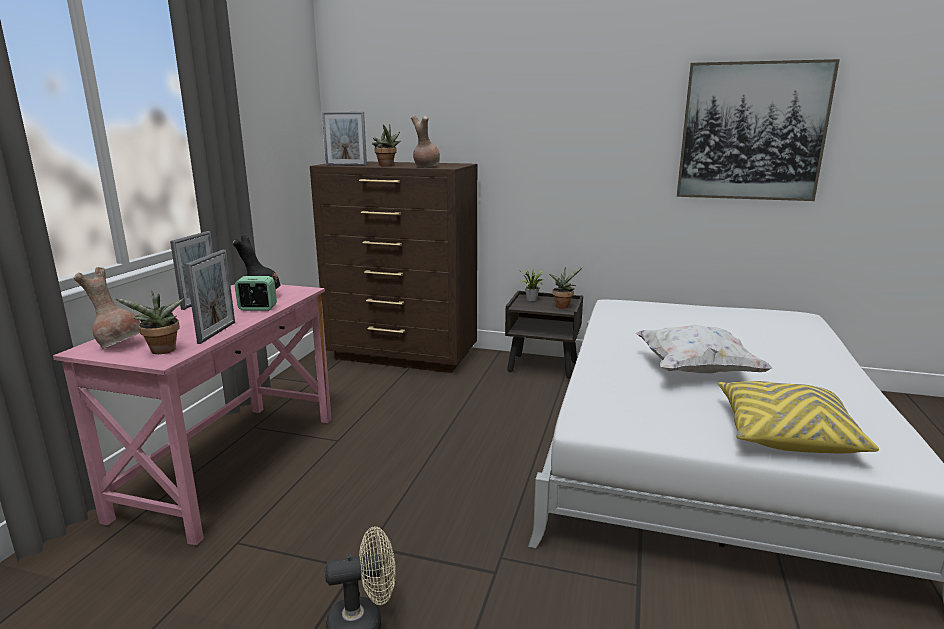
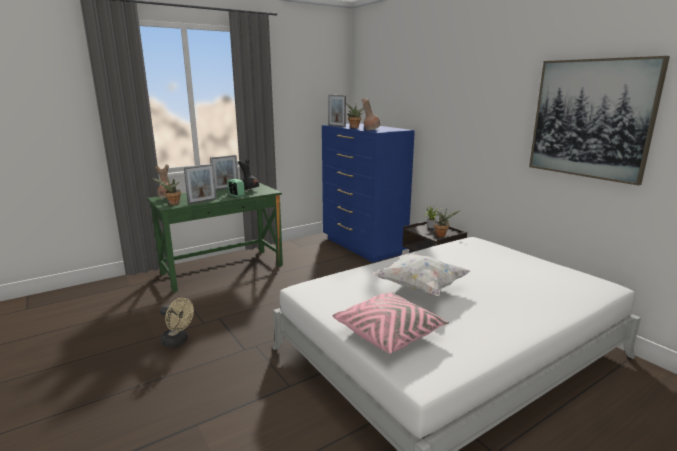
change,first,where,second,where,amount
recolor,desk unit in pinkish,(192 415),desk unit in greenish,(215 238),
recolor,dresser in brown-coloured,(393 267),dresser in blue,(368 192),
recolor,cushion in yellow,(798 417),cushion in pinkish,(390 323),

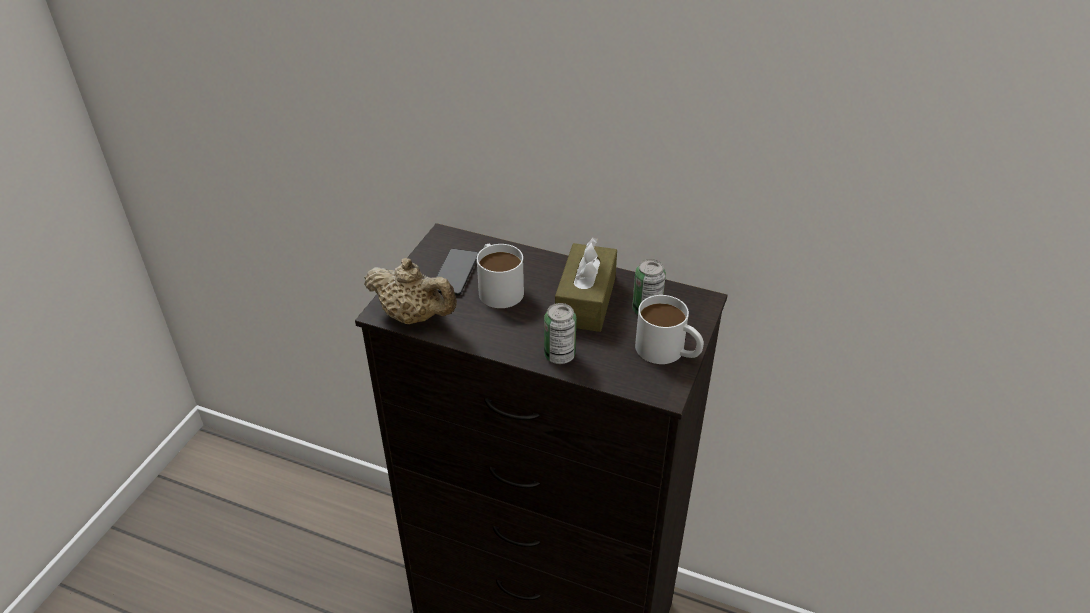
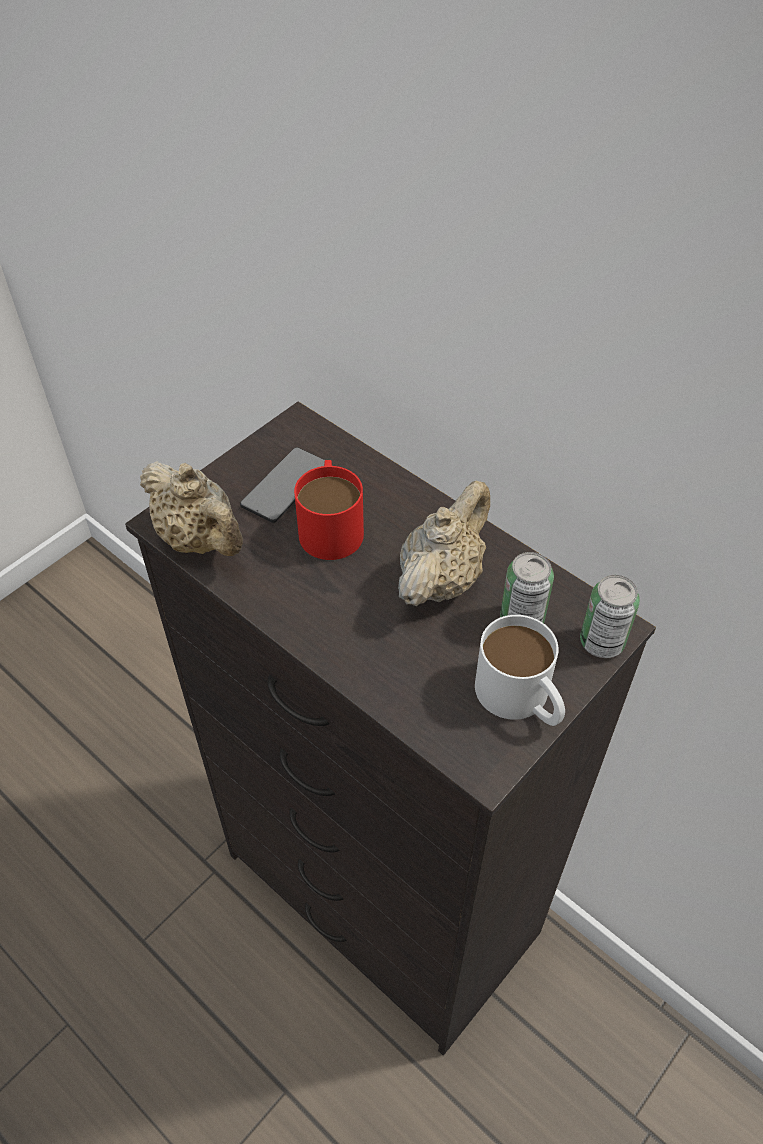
change,first,where,second,where,amount
recolor,coffee mug in white-coloured,(500 276),coffee mug in reddish,(329 510),
replace,tissue box in brown-coloured,(586 285),pot for tea in beige-coloured,(444 543),
move,sealed can,(560 333),,(610 616),

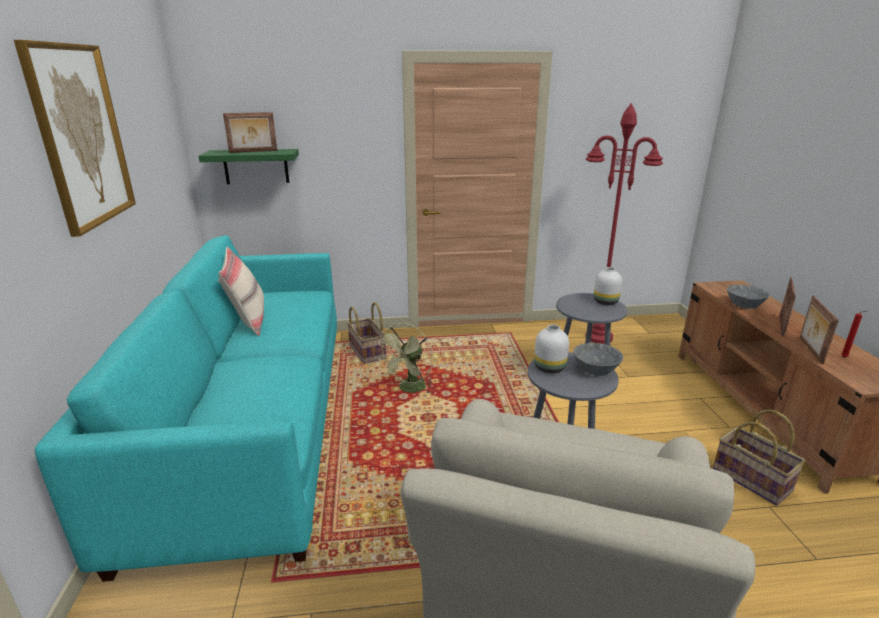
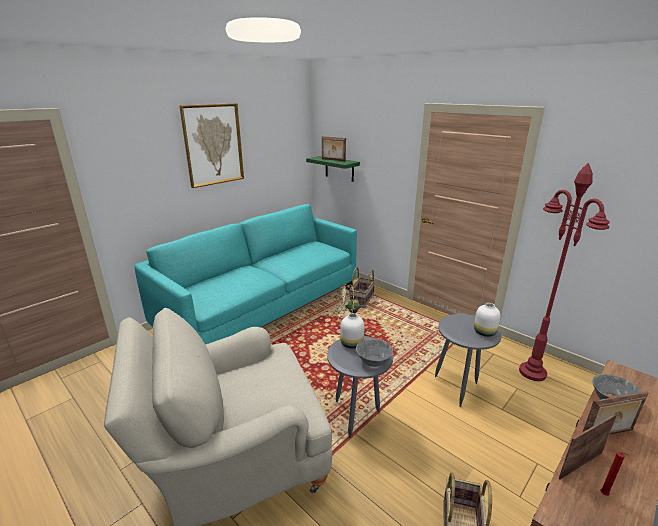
change,first,where,second,where,amount
delete,cushion in beige-coloured,(241 291),,,

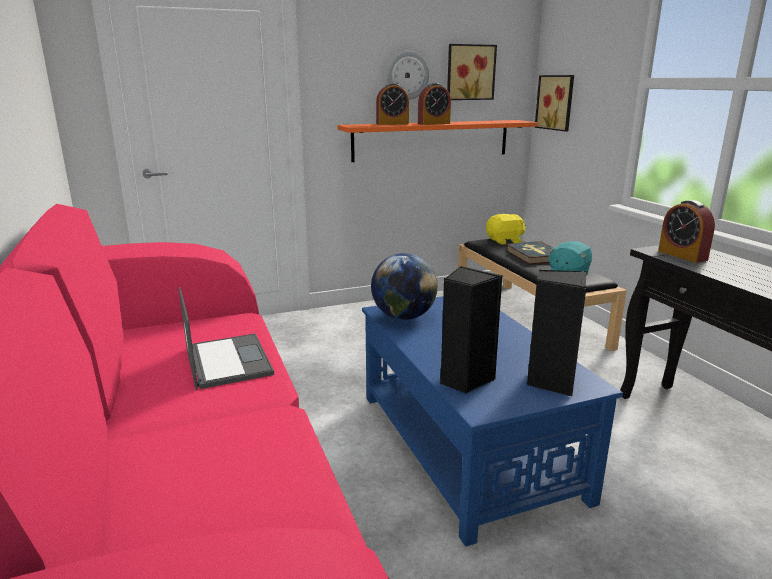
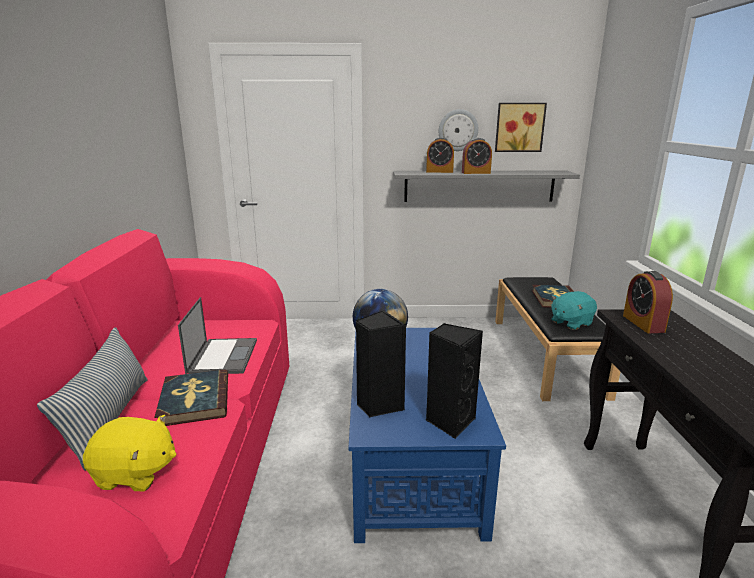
change,first,where,second,where,amount
insert,,,cushion,(92 399),
move,soft toy in yellow,(506 229),,(129 453),
insert,,,volume,(191 397),
recolor,shelf in orangey,(437 141),shelf in greyish,(486 186),
delete,wall art,(554 103),,,

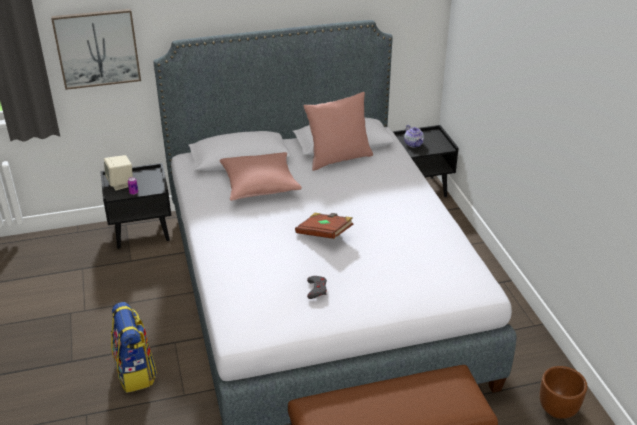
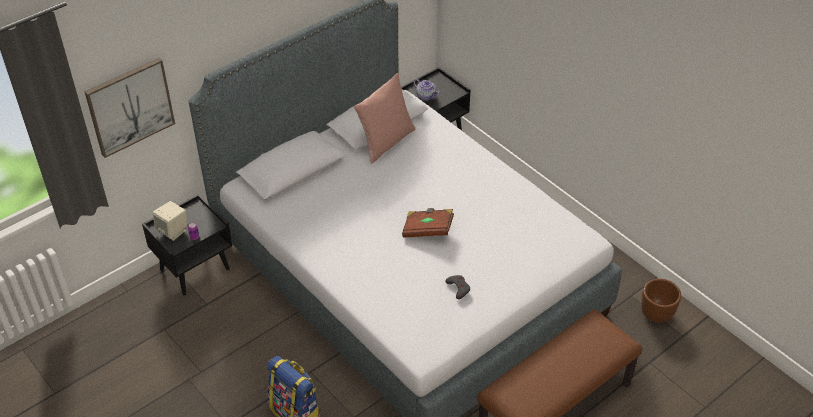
change,first,where,second,where,amount
delete,cushion in pinkish,(260 176),,,

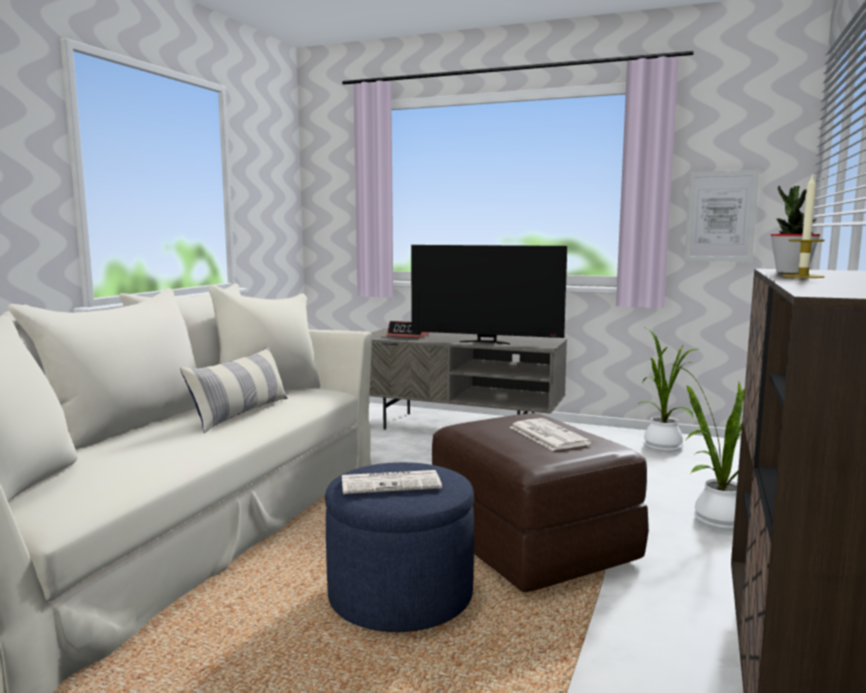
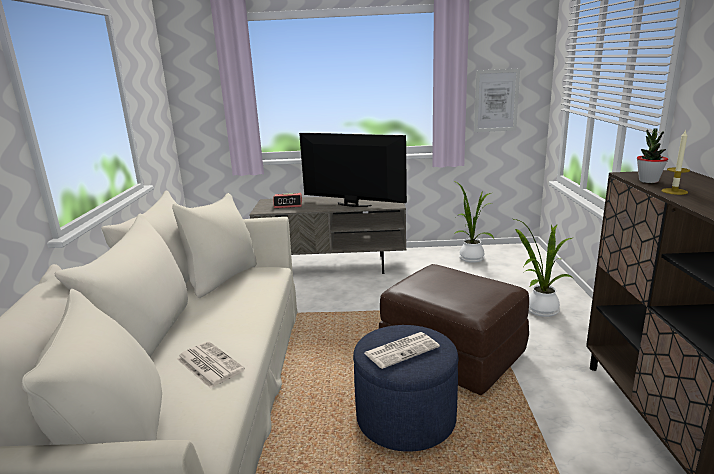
change,first,where,second,where,amount
move,printed paper,(550 434),,(211 364),
rotate,TV,(489 295),,(353 170),150 degrees counterclockwise
delete,cushion,(234 389),,,

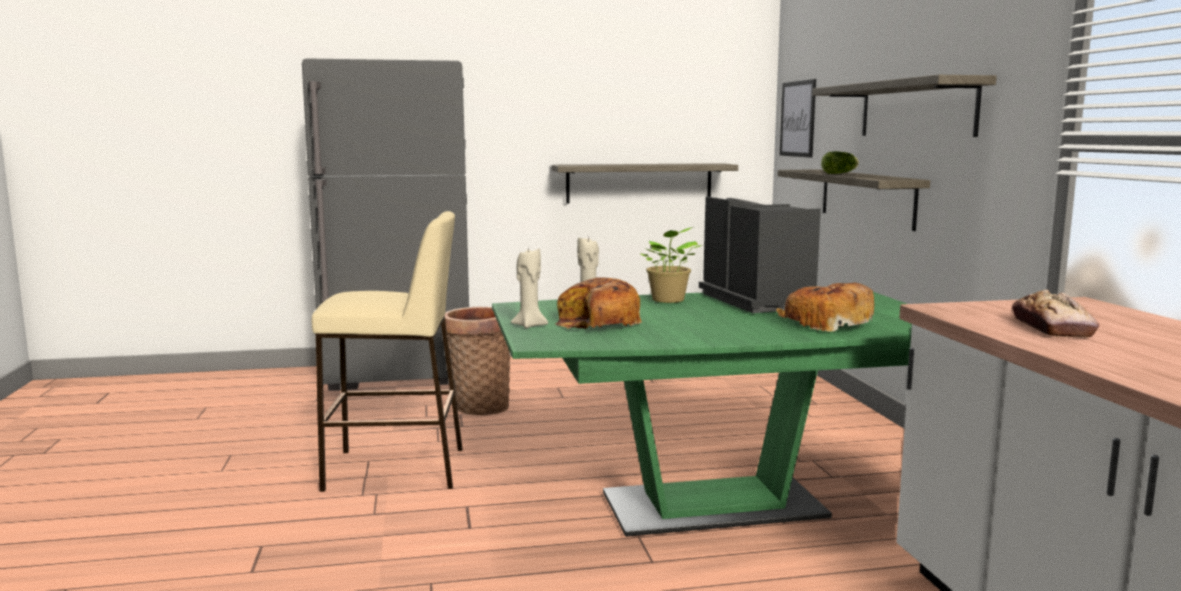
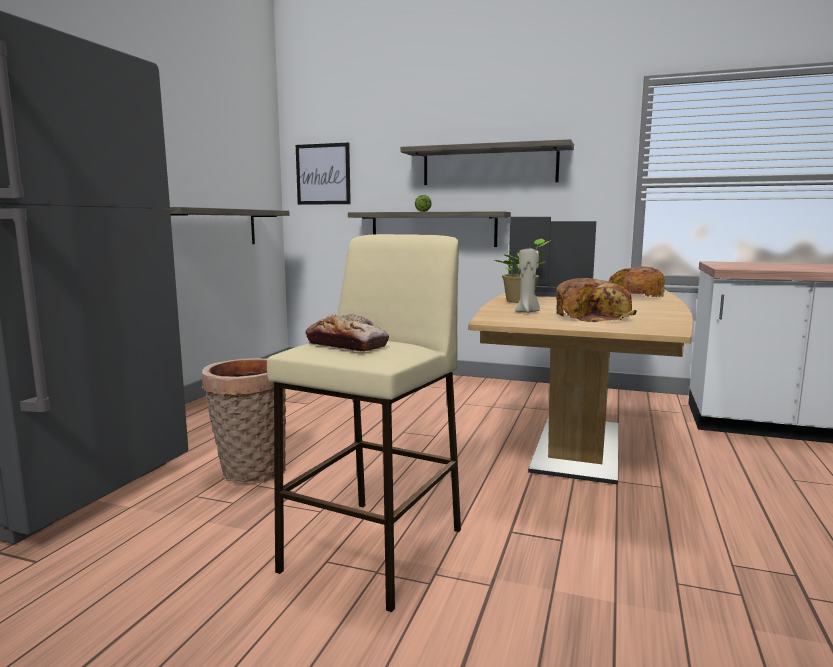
change,first,where,second,where,amount
move,baked bread,(1055 314),,(347 332),
recolor,dining table in greenish,(702 414),dining table in brown-coloured,(580 387),
delete,candle in beige-coloured,(529 288),,,

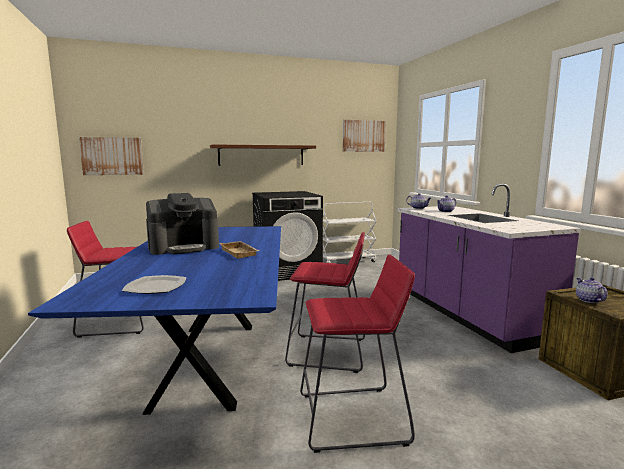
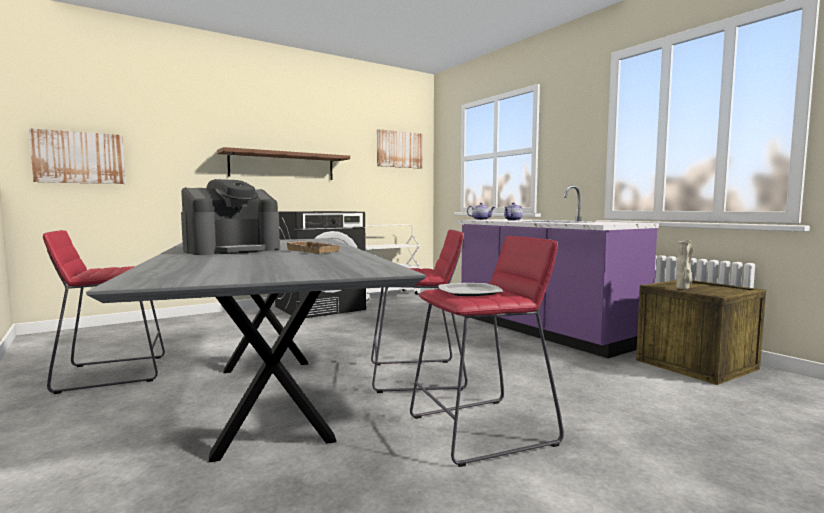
change,first,where,second,where,amount
recolor,dining table in blue,(154 320),dining table in greyish,(256 350),
move,flat dish,(154 284),,(470 289),
replace,pot for tea,(592 290),decorative vase in beige-coloured,(684 264),

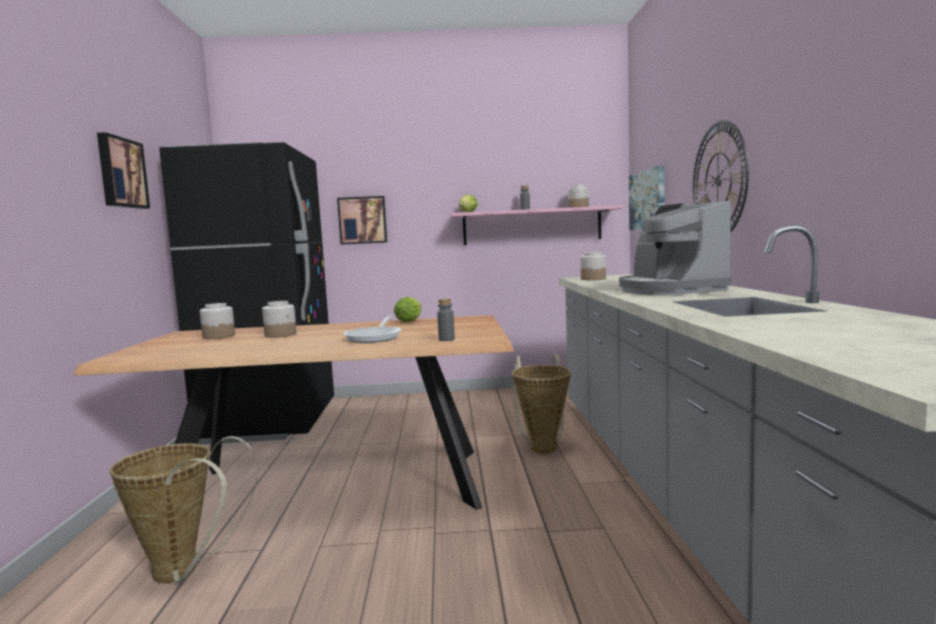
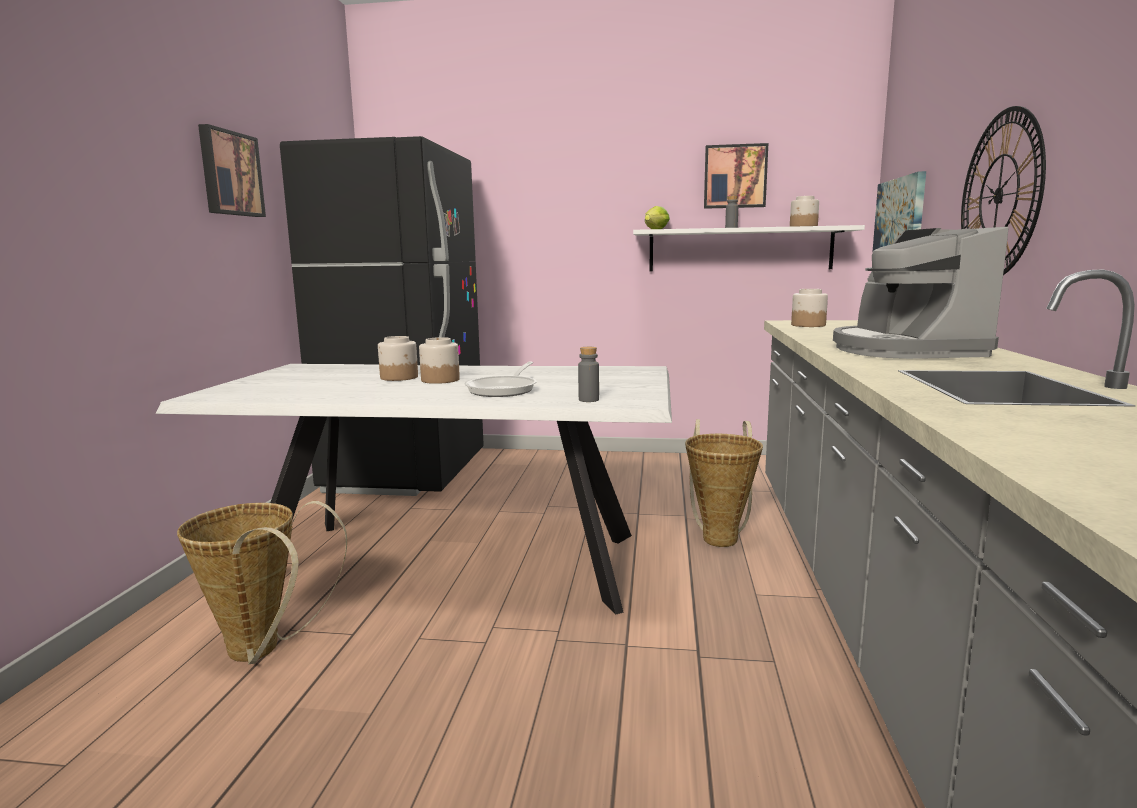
change,first,where,second,where,amount
recolor,dining table in brown-coloured,(293 412),dining table in white-coloured,(414 489),
move,jar,(217 321),,(439 360),
recolor,shelf in pinkish,(537 225),shelf in white-coloured,(749 248),
move,wall art,(362 220),,(736 176),
delete,lettuce head,(407 310),,,

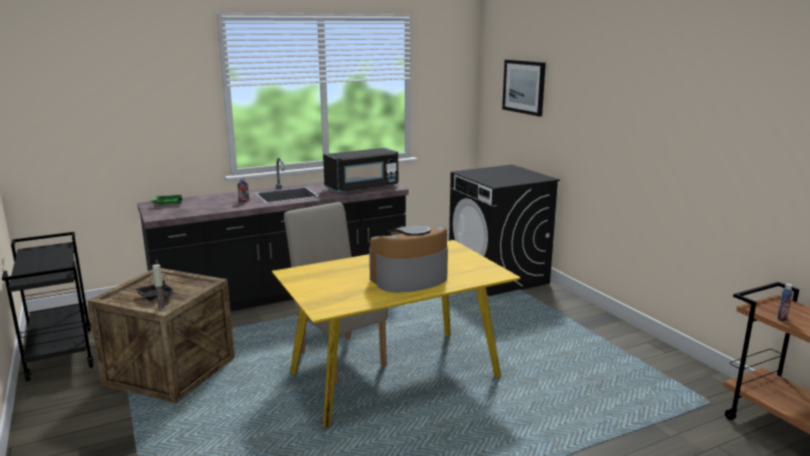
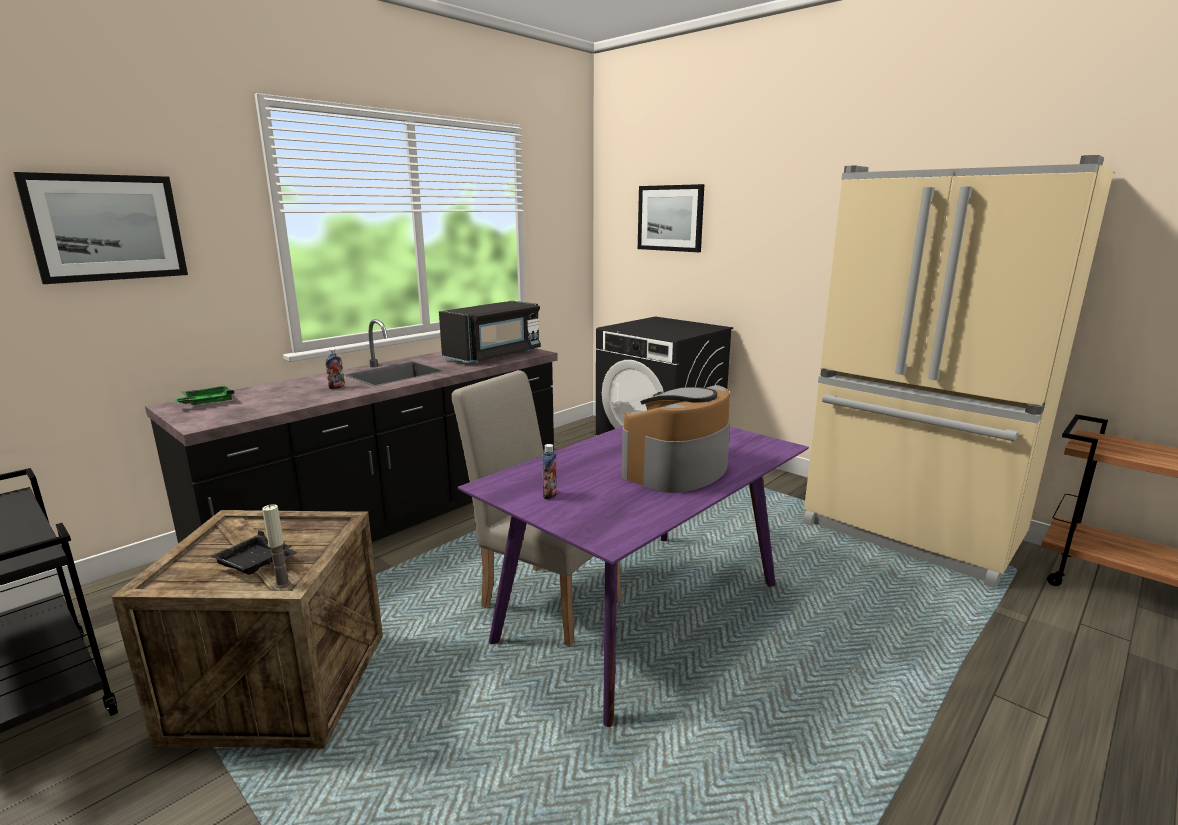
change,first,where,second,where,amount
insert,,,wall art,(100 228),
recolor,dining table in yellow,(396 333),dining table in purplish,(633 576),
move,beverage bottle,(785 302),,(549 471),
insert,,,kitchen fridge in beige-coloured,(958 371),

